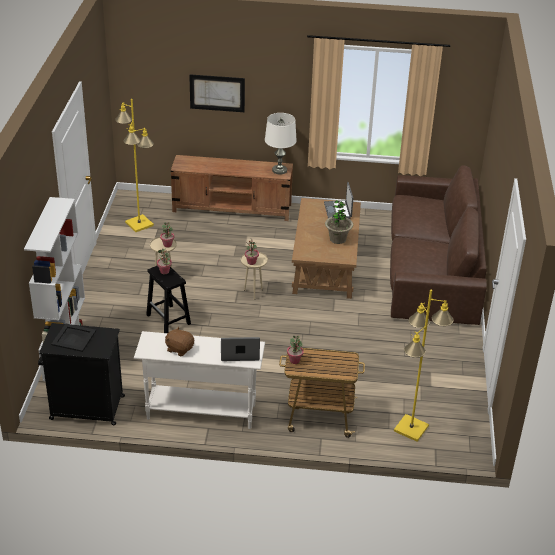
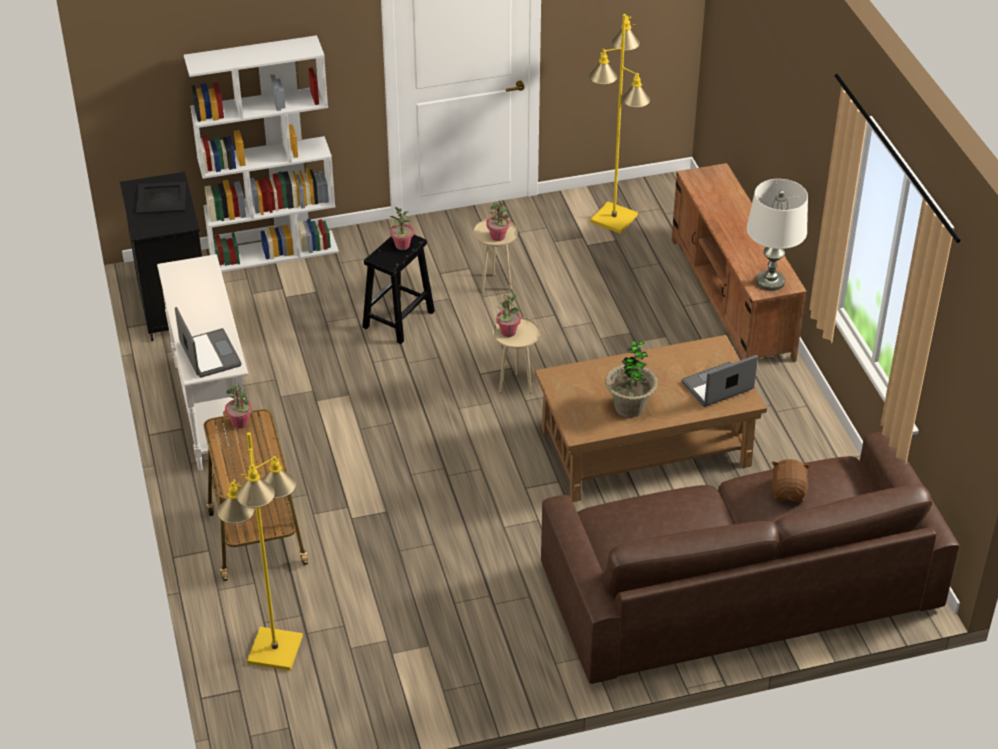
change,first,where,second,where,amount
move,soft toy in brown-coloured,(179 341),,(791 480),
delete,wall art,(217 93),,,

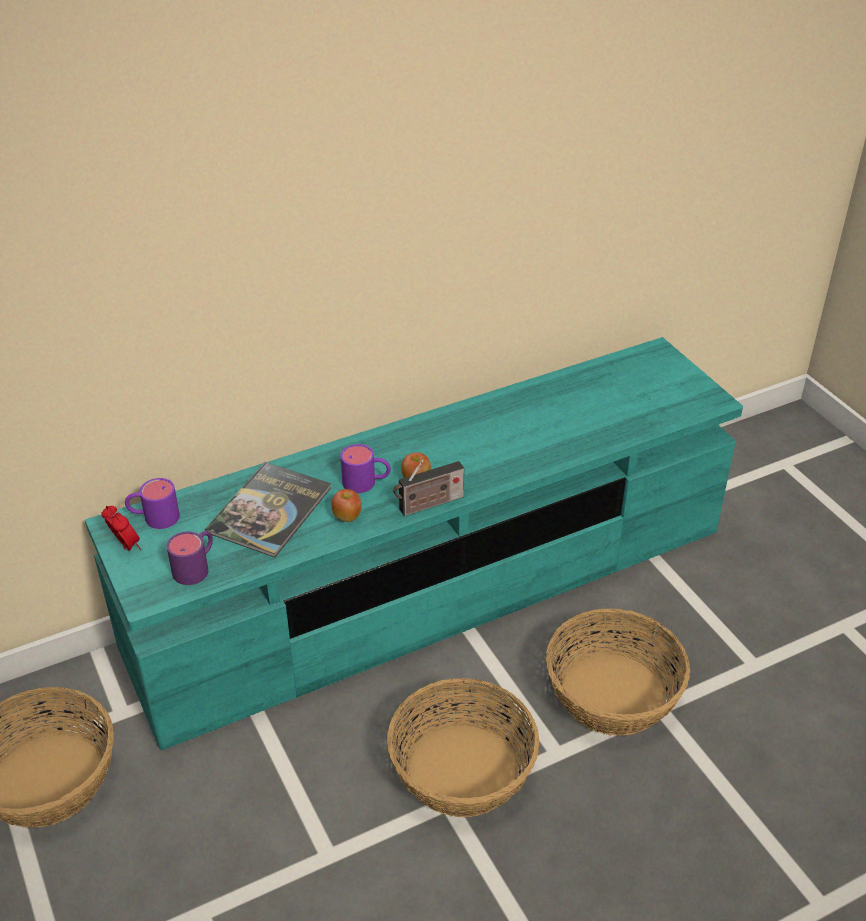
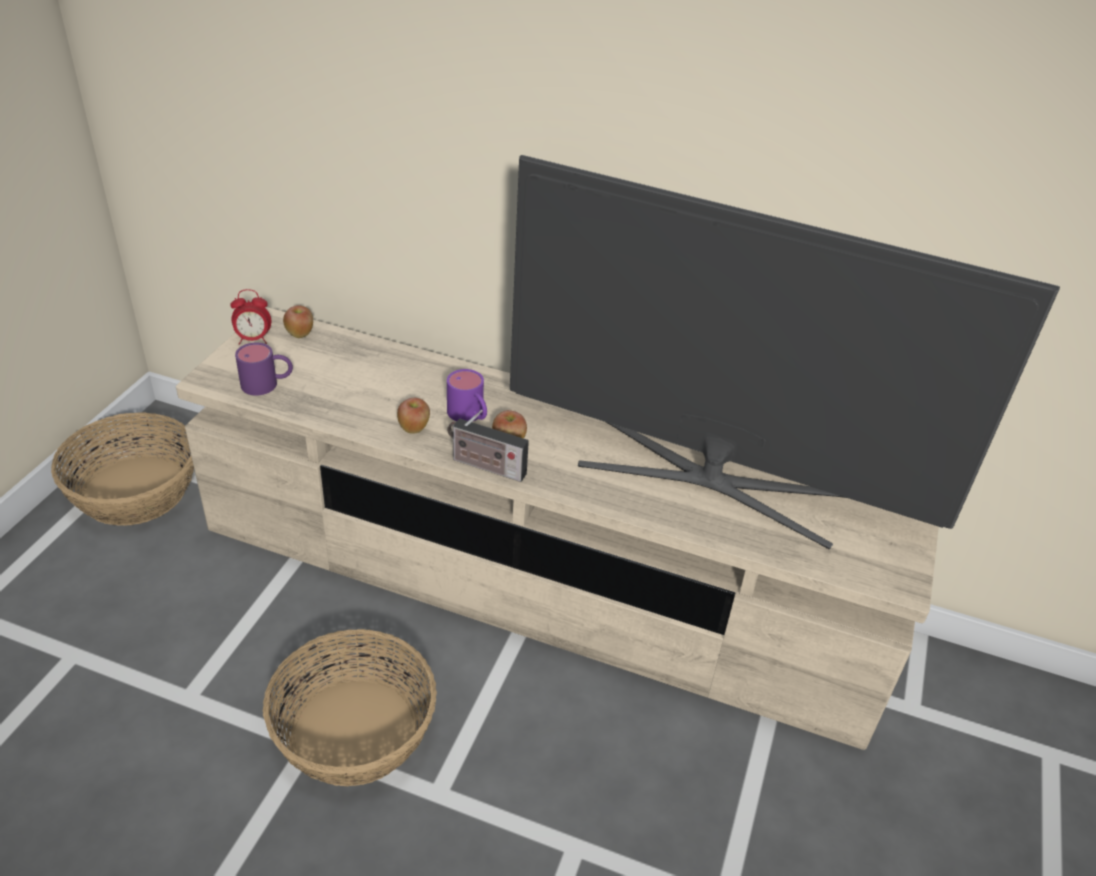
change,first,where,second,where,amount
recolor,media console in blue-green,(414 543),media console in beige-coloured,(557 528),
rotate,bedside clock,(121 528),,(250 317),75 degrees clockwise
replace,coffee mug in purplish,(152 503),apple fruit,(298 321),
insert,,,TV,(785 352),
delete,volume,(268 510),,,
delete,household basket,(618 672),,,

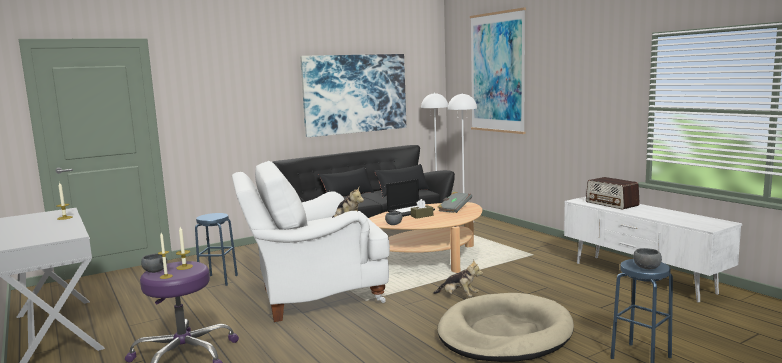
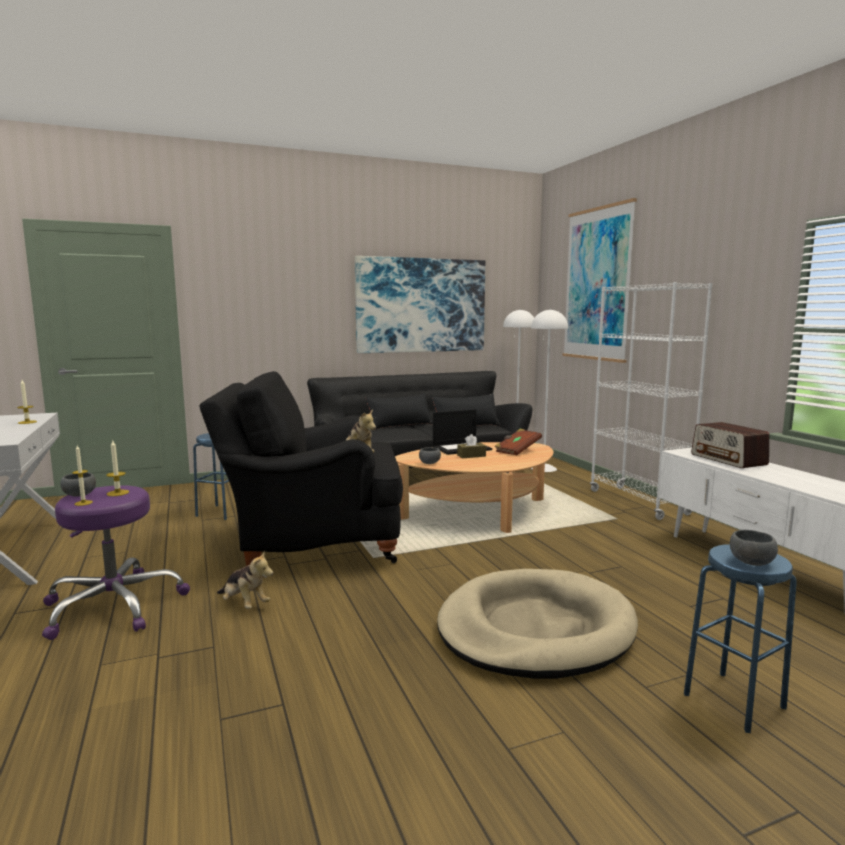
change,first,where,second,where,amount
recolor,lounge chair in white-coloured,(311 241),lounge chair in black-coloured,(301 468),
move,soft toy,(458 278),,(245 579),
recolor,volume in greyish,(455 202),volume in brown-coloured,(518 442),
insert,,,bookshelf in white-coloured,(651 401),

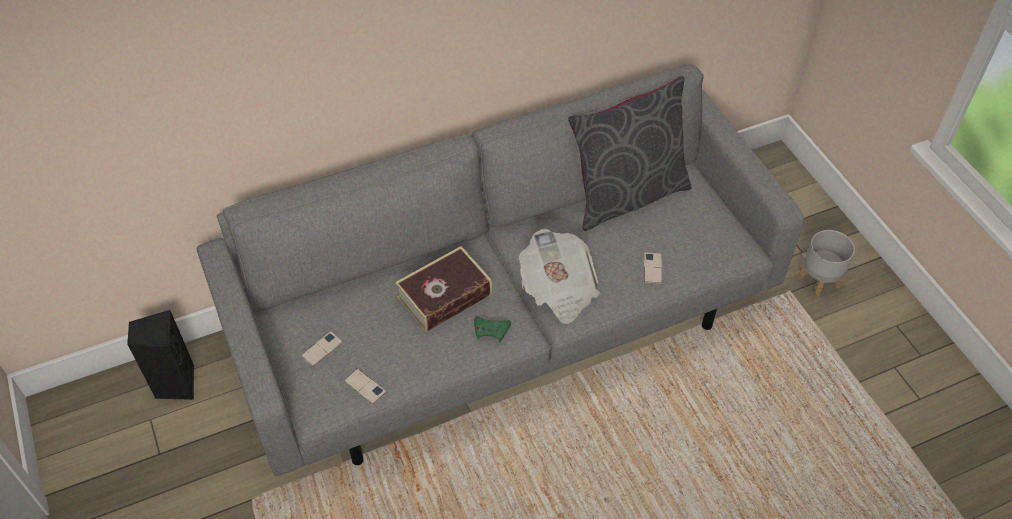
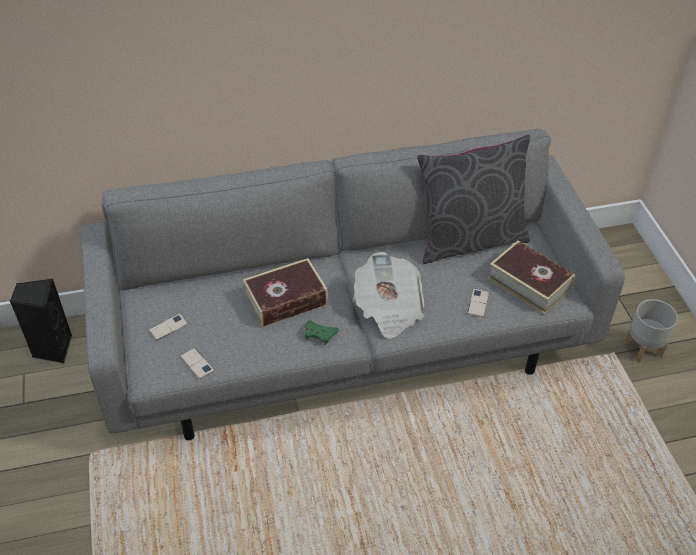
change,first,where,second,where,amount
insert,,,volume,(531 277),

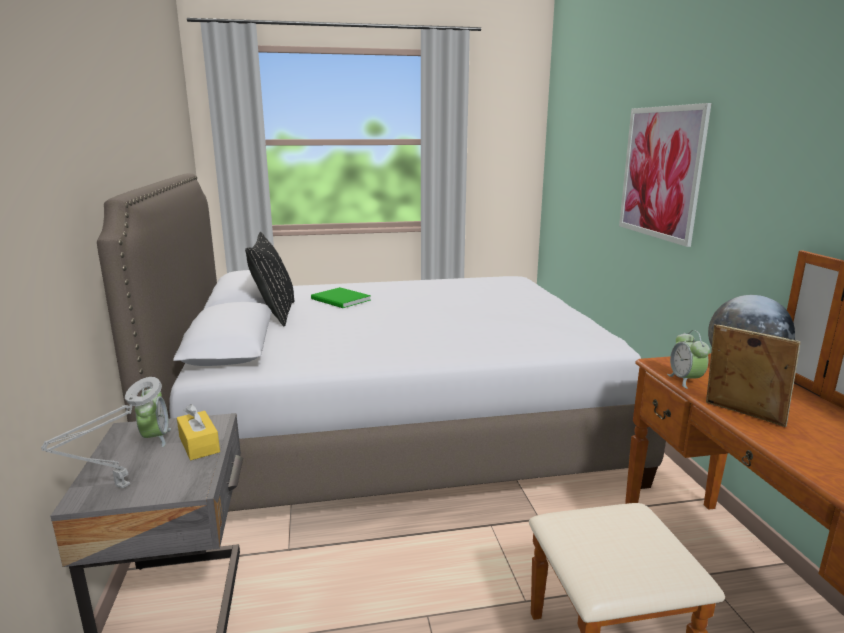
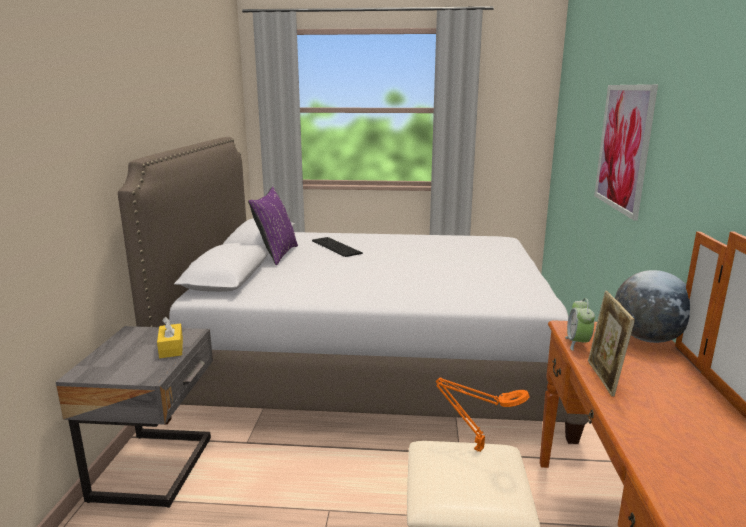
change,first,where,second,where,amount
recolor,cushion in black-coloured,(270 279),cushion in purplish,(273 226),
replace,volume in greenish,(341 297),PC keyboard,(337 247),
insert,,,tabletop lamp in orangey,(483 414),
rotate,photo frame,(753 375),,(611 343),150 degrees counterclockwise
delete,tabletop lamp in greyish,(101 433),,,
delete,bedside clock,(153 417),,,

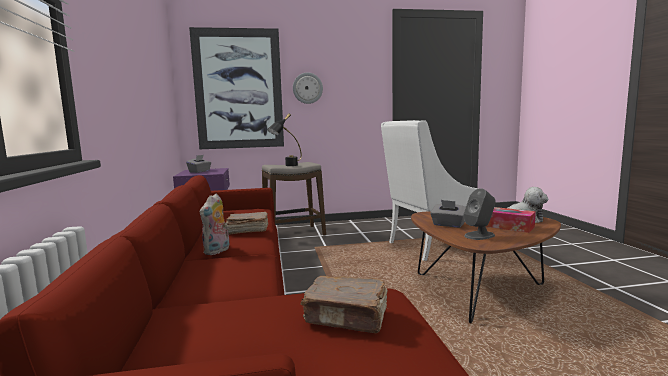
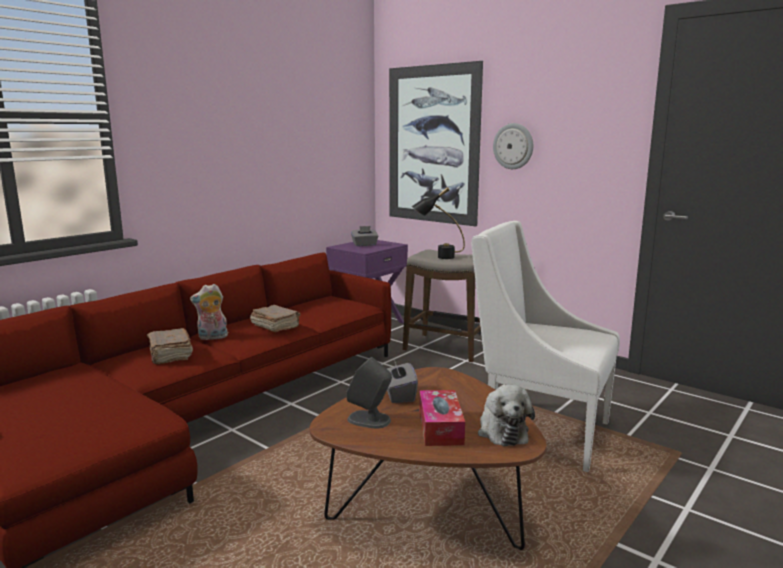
change,first,where,second,where,amount
move,volume in brown-coloured,(344 305),,(170 346),

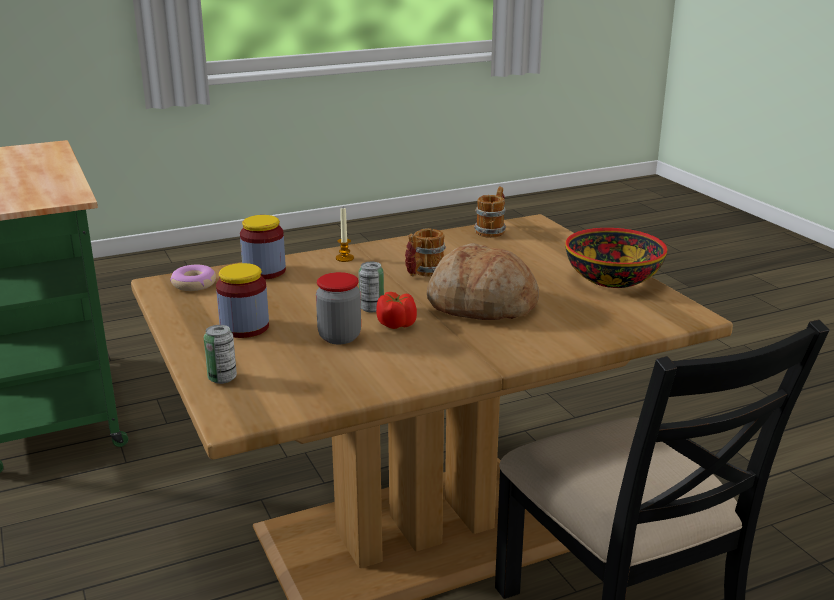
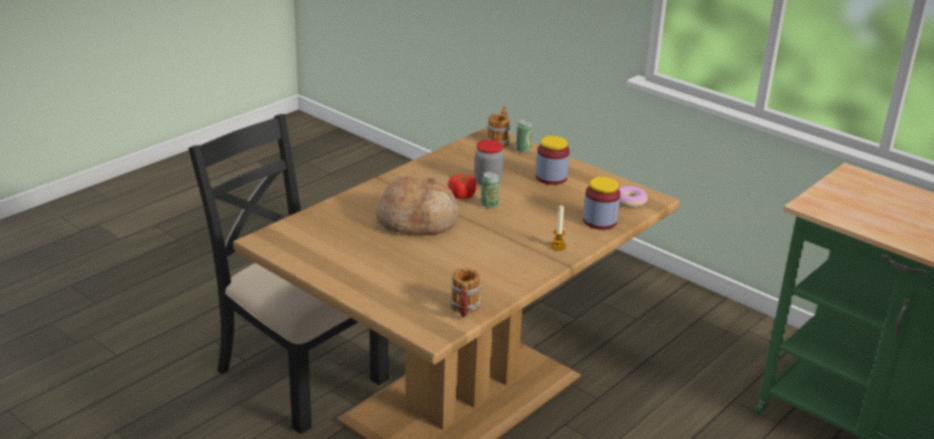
change,first,where,second,where,amount
move,coffee mug,(425 252),,(498 126),
delete,deep dish,(616 258),,,

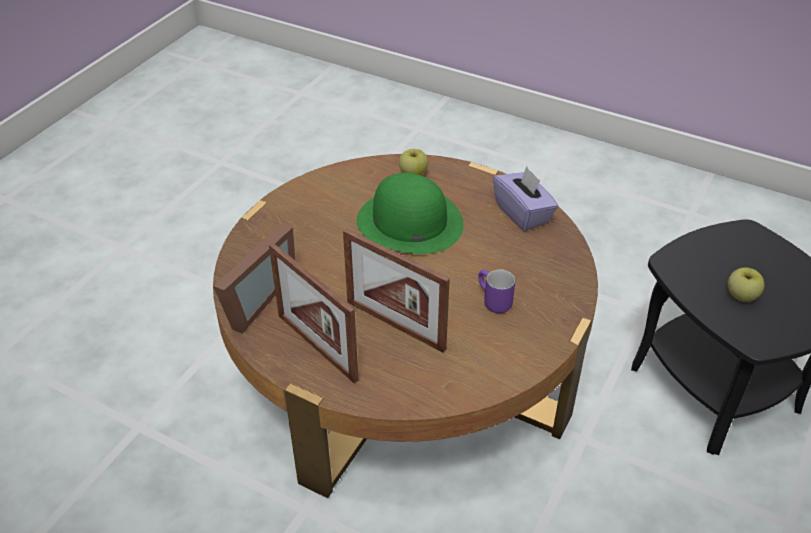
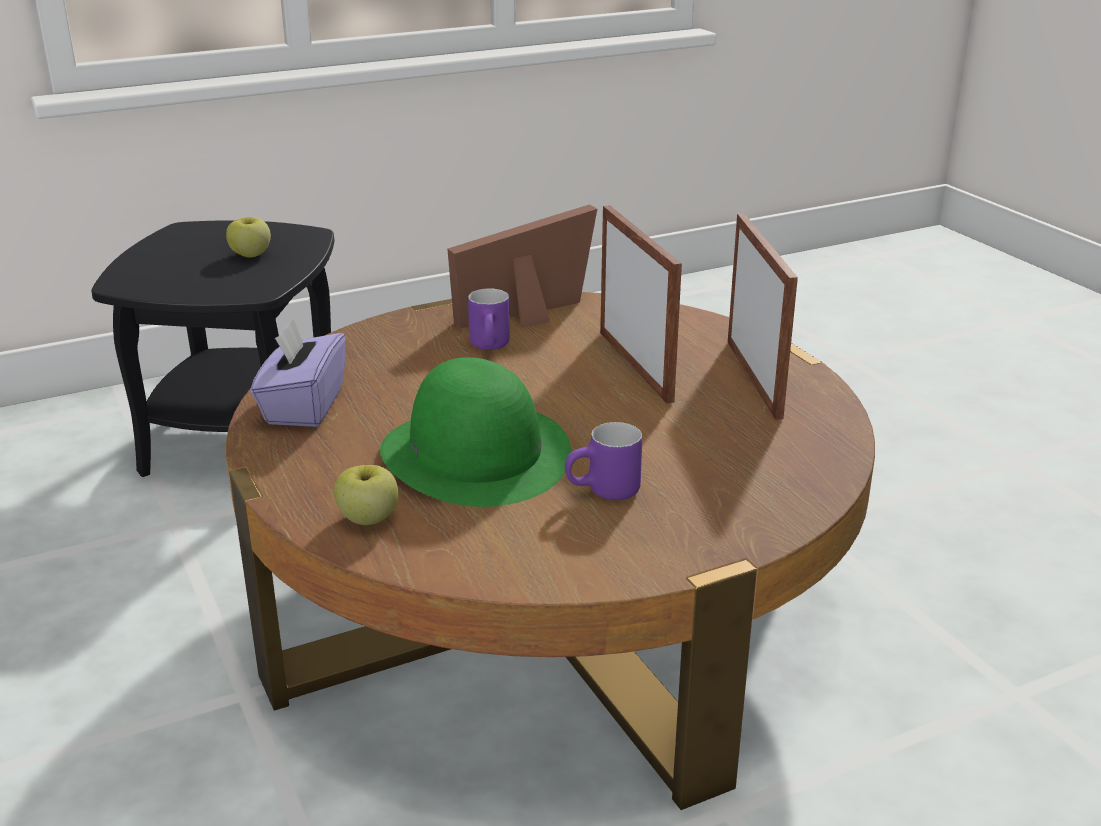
change,first,where,second,where,amount
move,photo frame,(254 279),,(522 266),
insert,,,coffee mug in purplish,(603 461),

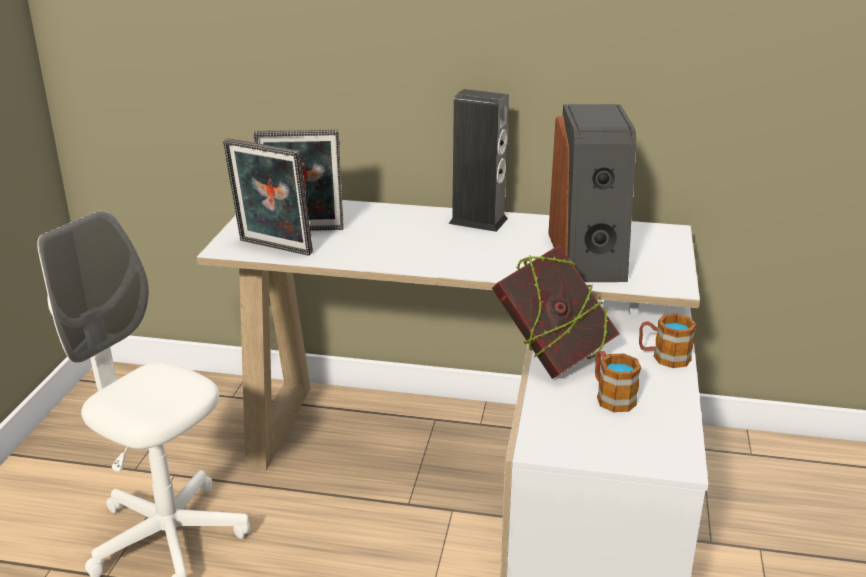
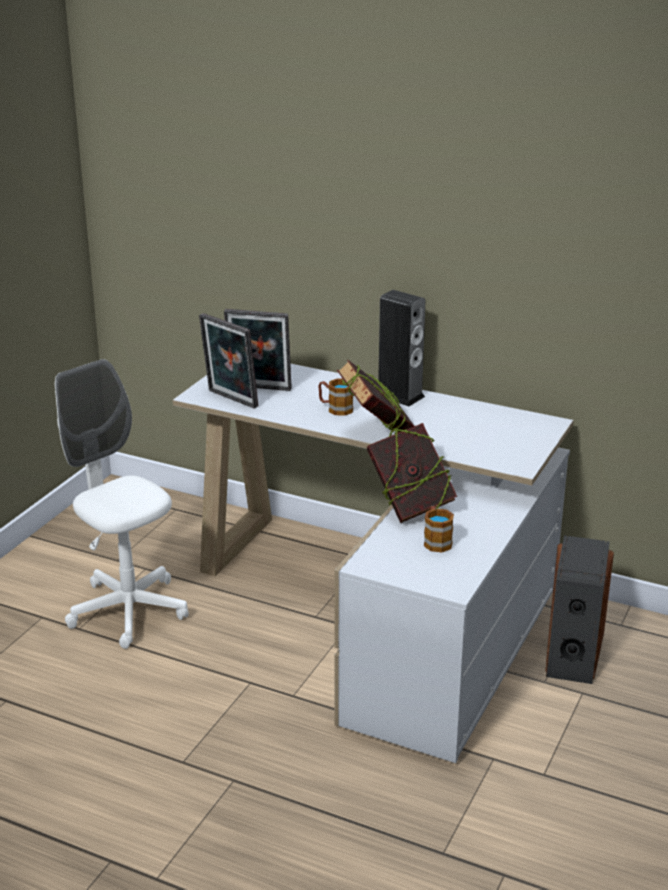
change,first,where,second,where,amount
move,coffee mug,(668 341),,(335 397),
insert,,,volume,(375 396),
move,speaker,(592 193),,(579 609),

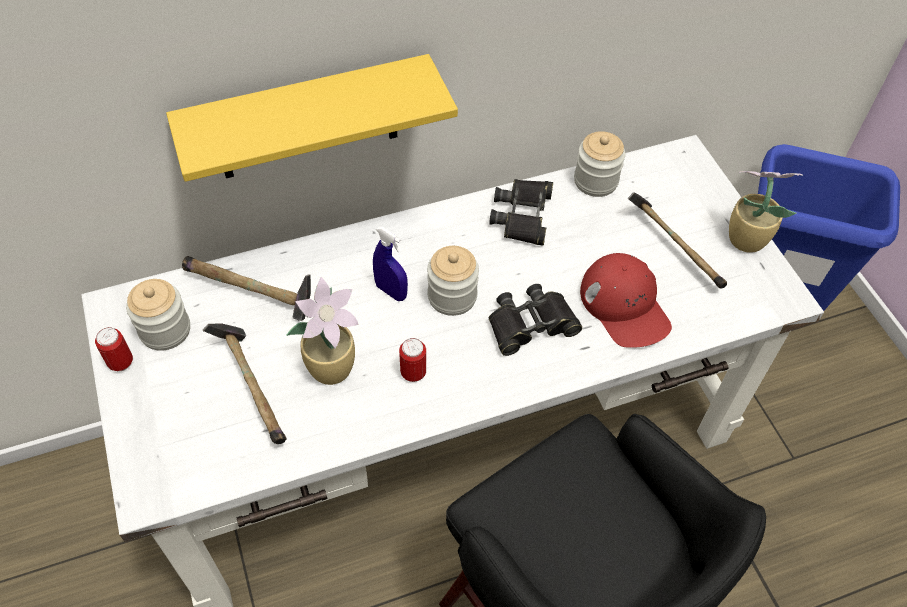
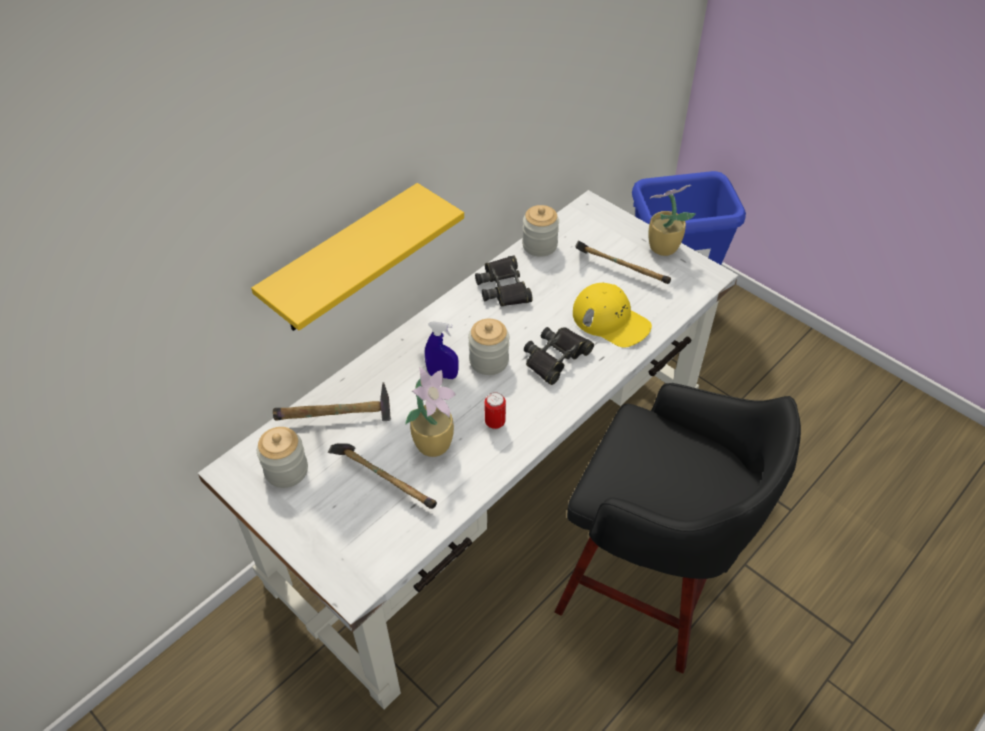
change,first,where,second,where,amount
recolor,baseball cap in reddish,(626 300),baseball cap in yellow,(612 314),
delete,sealed can,(114 349),,,

